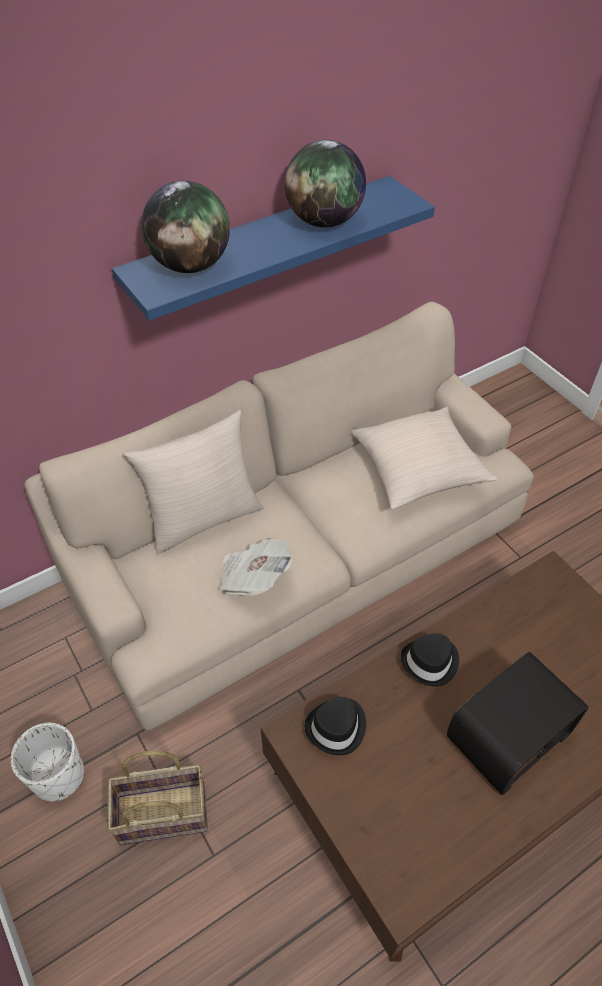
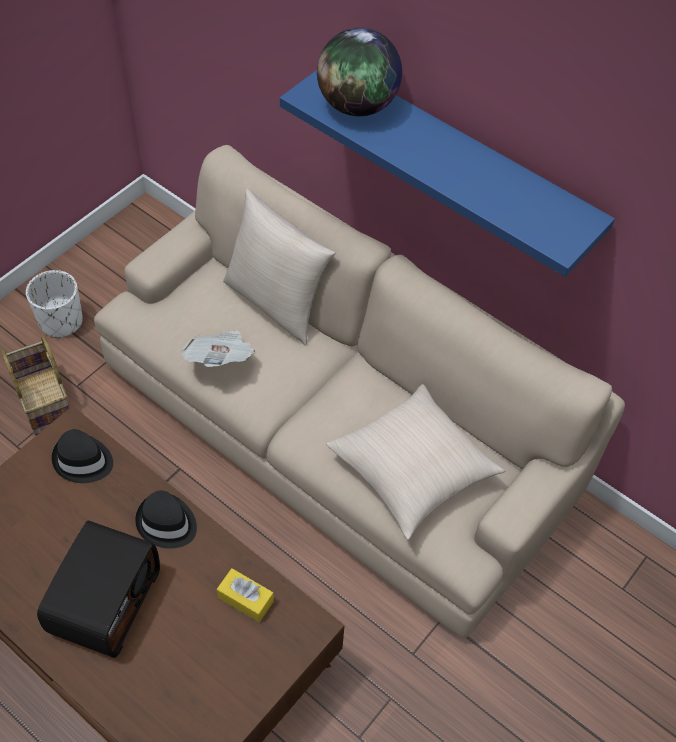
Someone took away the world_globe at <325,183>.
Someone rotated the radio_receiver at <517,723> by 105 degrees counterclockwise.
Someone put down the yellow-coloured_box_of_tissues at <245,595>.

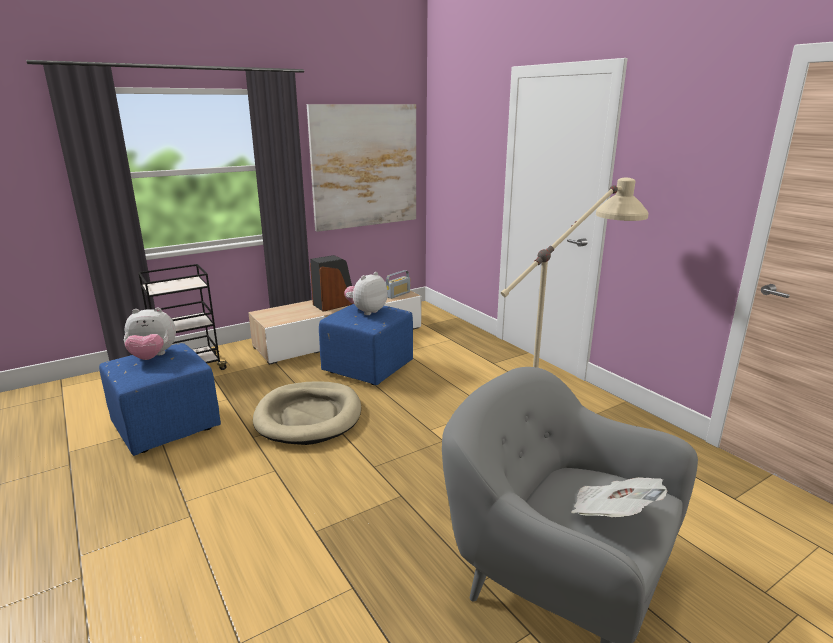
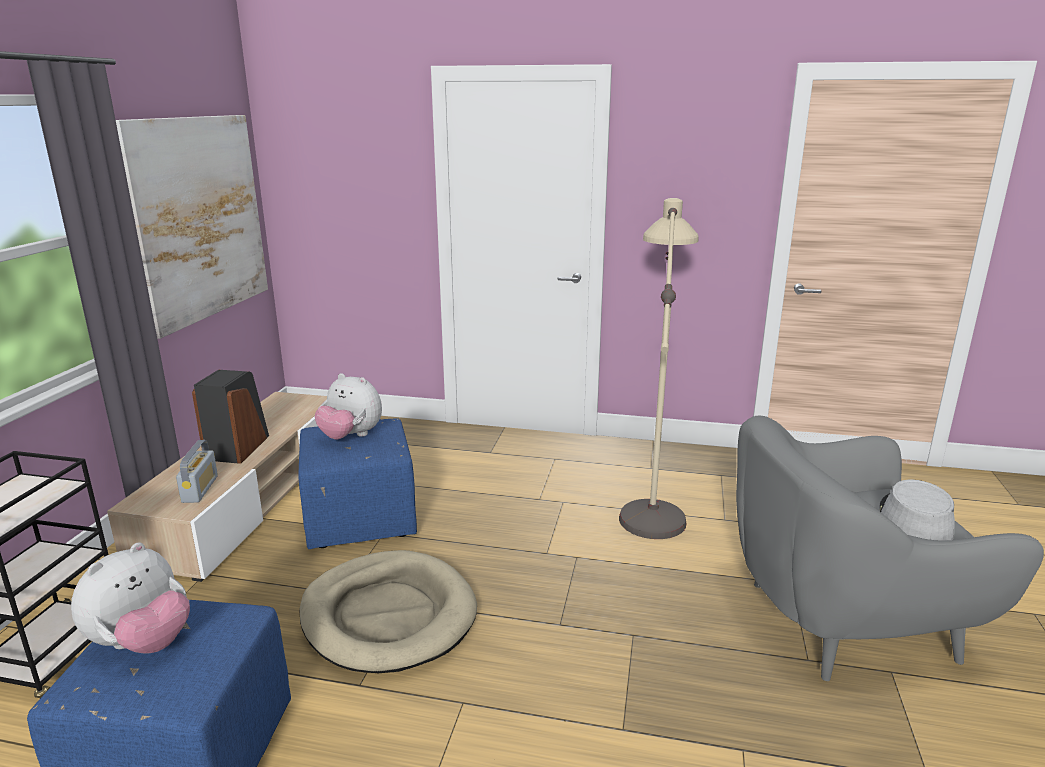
Someone carried the radio_receiver from <397,284> to <197,471>.
Someone rotated the cuddly_toy at <366,293> by 60 degrees counterclockwise.
Someone swapped the daily_paper at <619,497> for the greyish_wearable_hat at <917,510>.

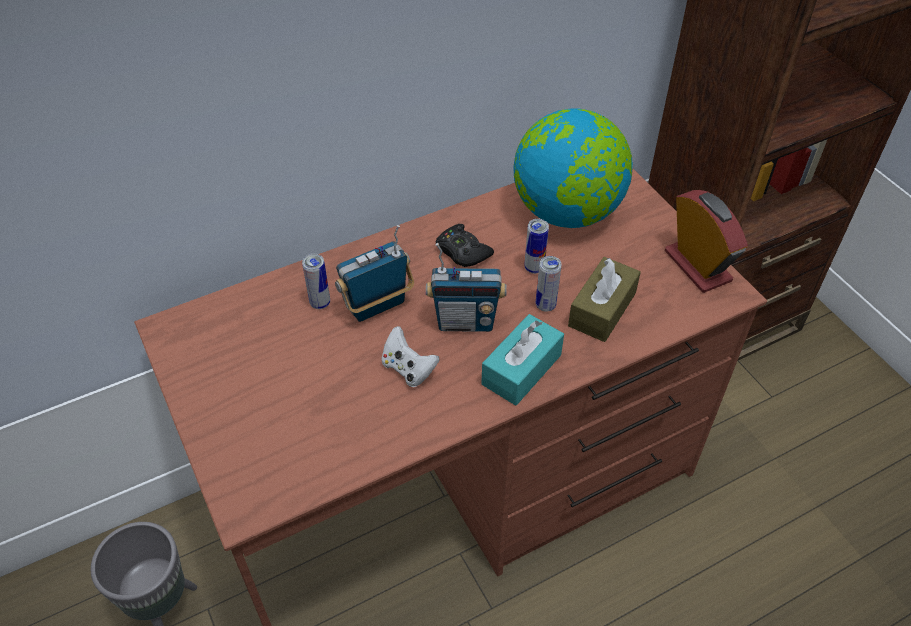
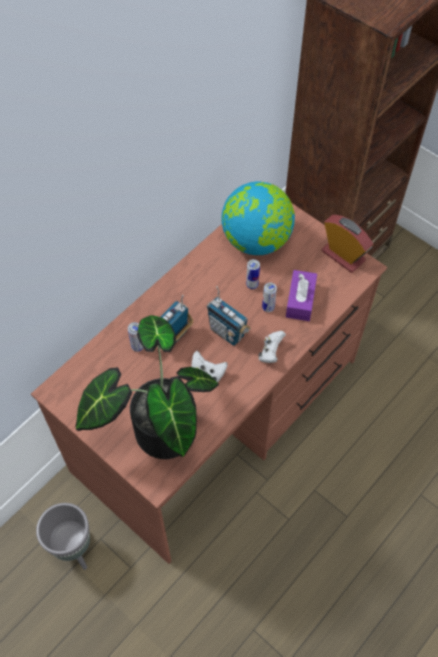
Someone took away the blackish_joypad at <465,245>.
Someone rotated the radio_receiver at <466,287> by 60 degrees clockwise.
Someone repainted the brown_box_of_tissues at <604,299>, which became the purple-coloured_box_of_tissues at <301,295>.
Someone swapped the turquoise-coloured_box_of_tissues at <522,360> for the whitish_joypad at <272,347>.
Someone put down the houseplant at <147,387>.

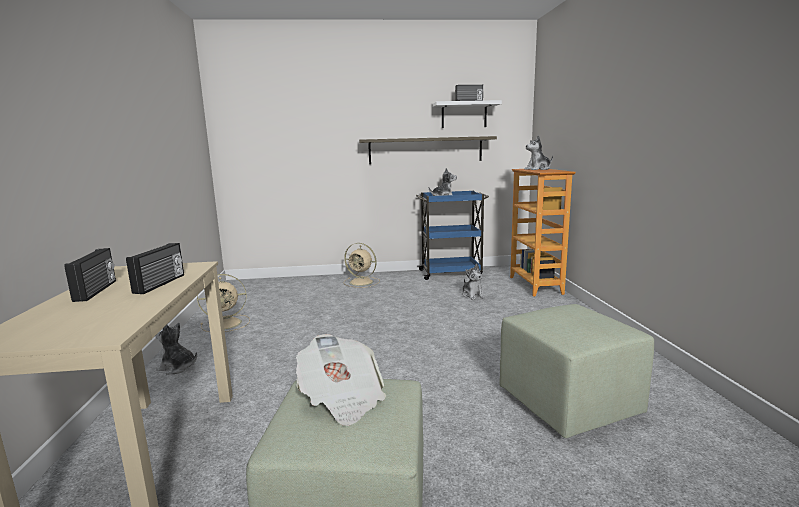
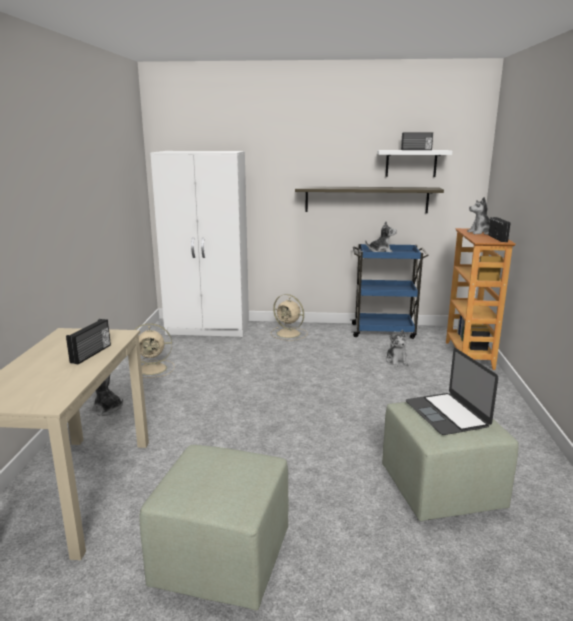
Someone carried the radio_receiver from <90,275> to <499,229>.
Someone took away the daily_paper at <341,380>.
Someone put down the whitish_armoire at <199,244>.
Someone put down the notebook_computer at <452,391>.

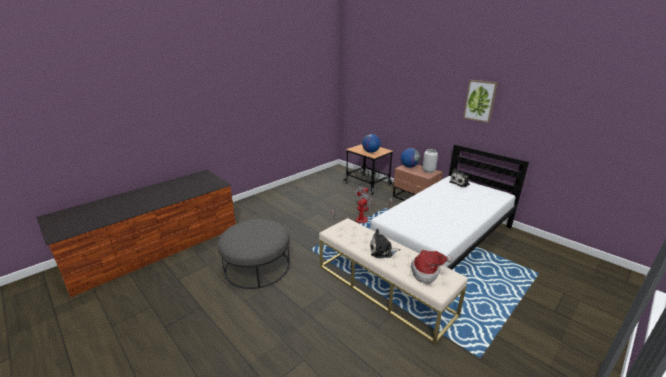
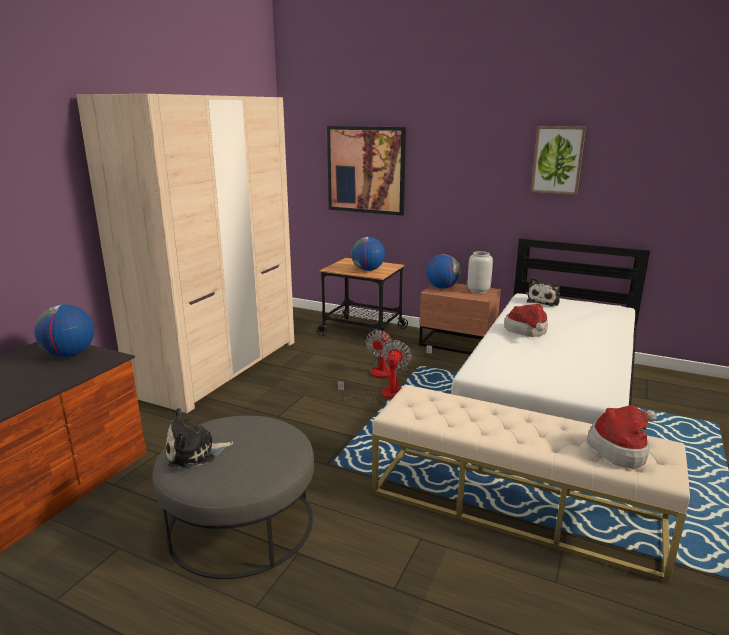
Someone carried the cuddly_toy from <385,243> to <199,438>.
Someone put down the sand-coloured_armoire at <185,253>.
Someone put up the wall_art at <366,171>.
Someone put down the world_globe at <64,330>.
Someone put down the wearable_hat at <526,320>.

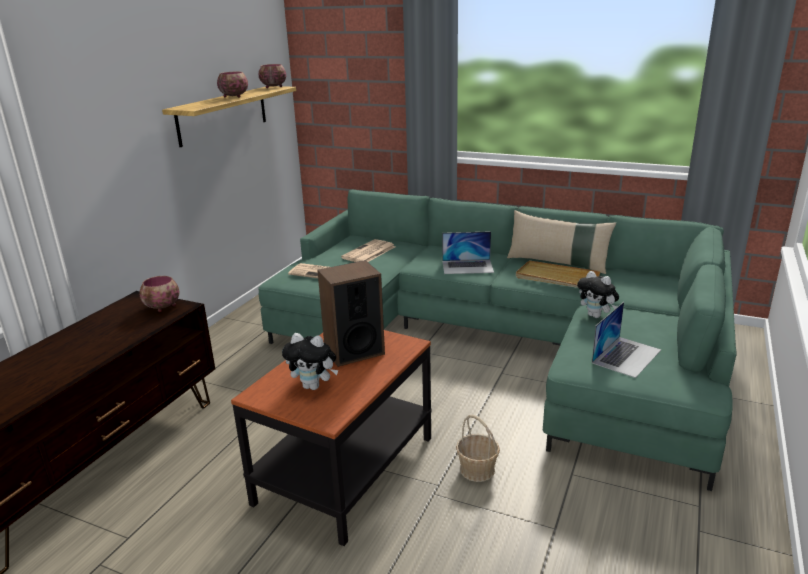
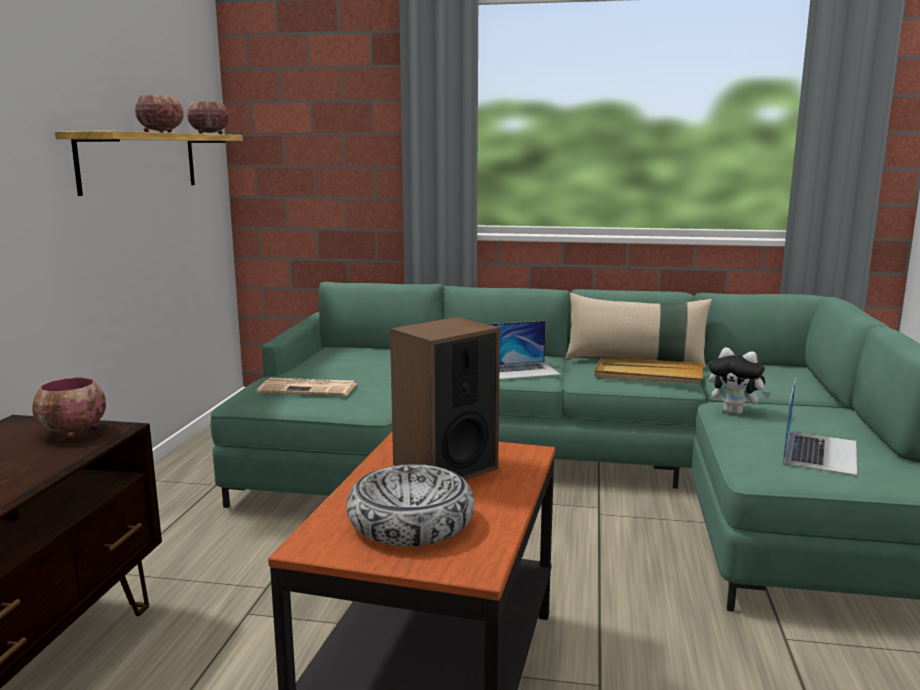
Someone took away the daily_paper at <368,250>.
Someone swapped the cuddly_toy at <310,361> for the bowl at <410,505>.
Someone took away the household_basket at <478,448>.

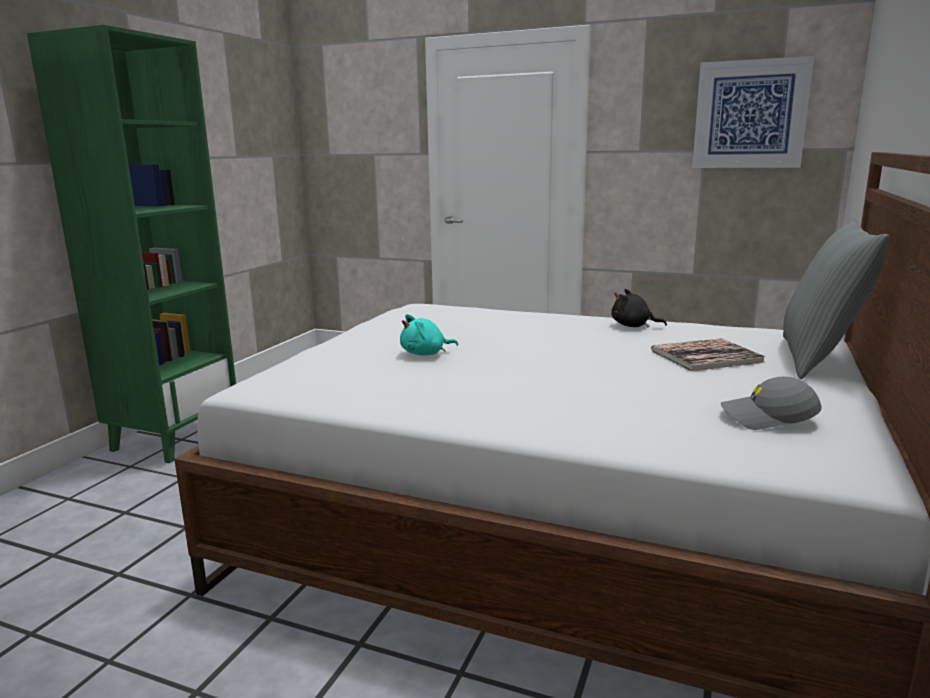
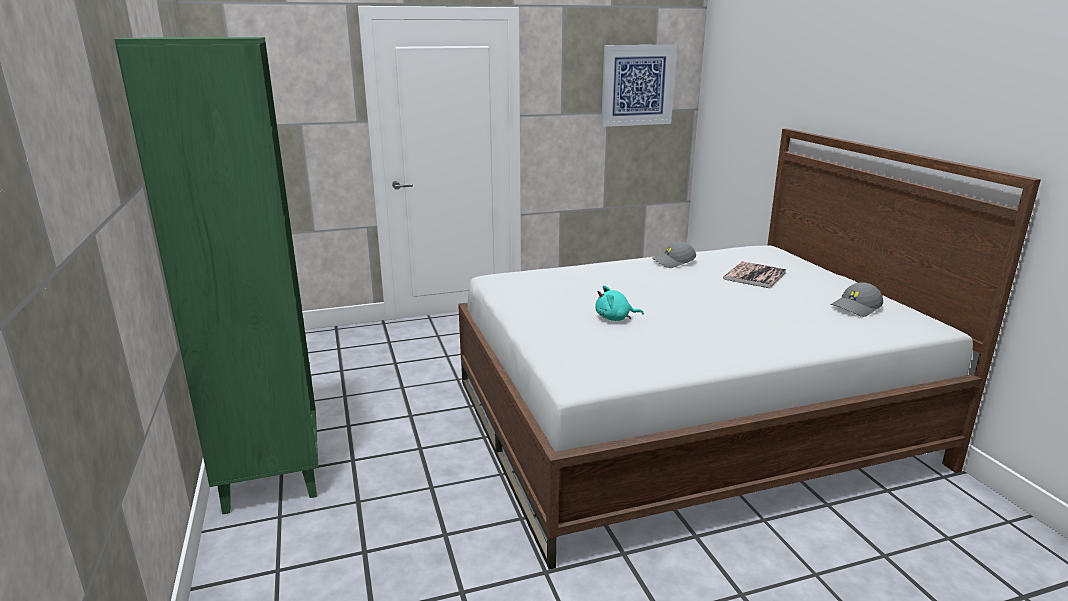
Someone took away the greyish_cushion at <836,298>.
Someone swapped the blackish_cuddly_toy at <639,308> for the greyish_cap at <674,255>.
Someone rotated the turquoise-coloured_cuddly_toy at <429,335> by 60 degrees clockwise.

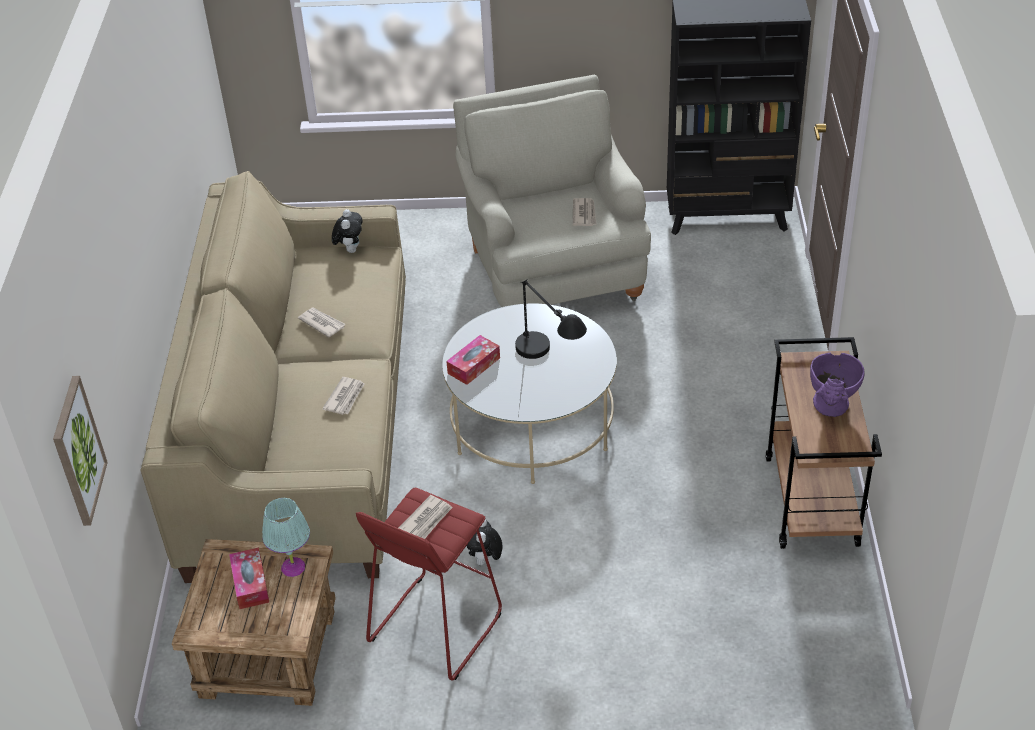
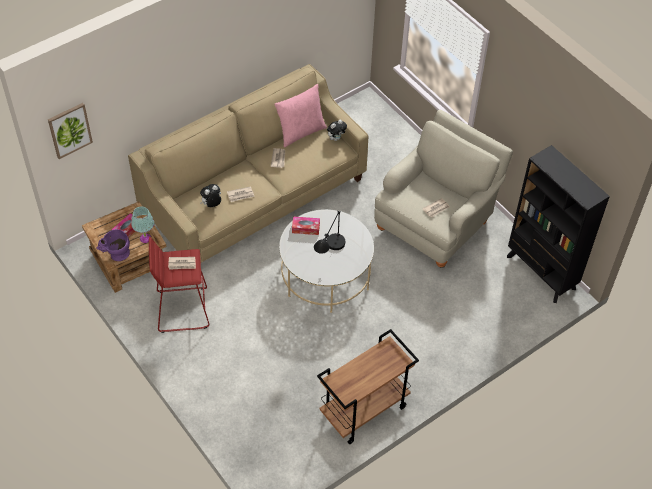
Someone carried the purple-coloured_decorative_vase from <837,385> to <113,245>.
Someone carried the cuddly_toy from <485,543> to <210,195>.
Someone put down the pink_cushion at <301,115>.

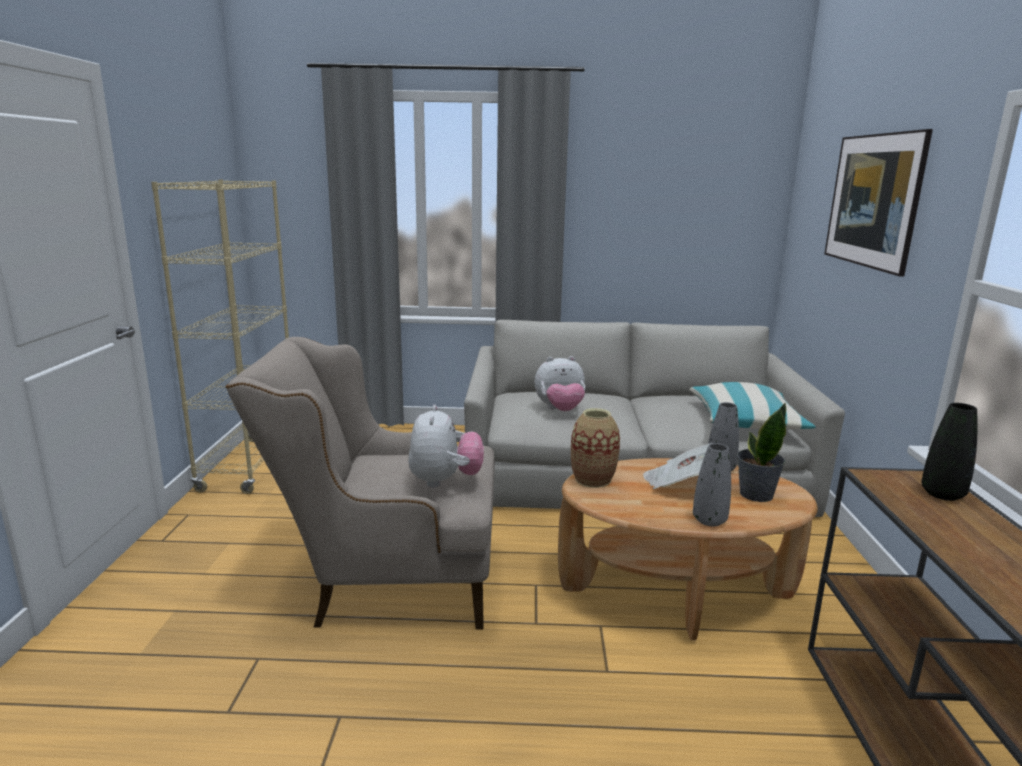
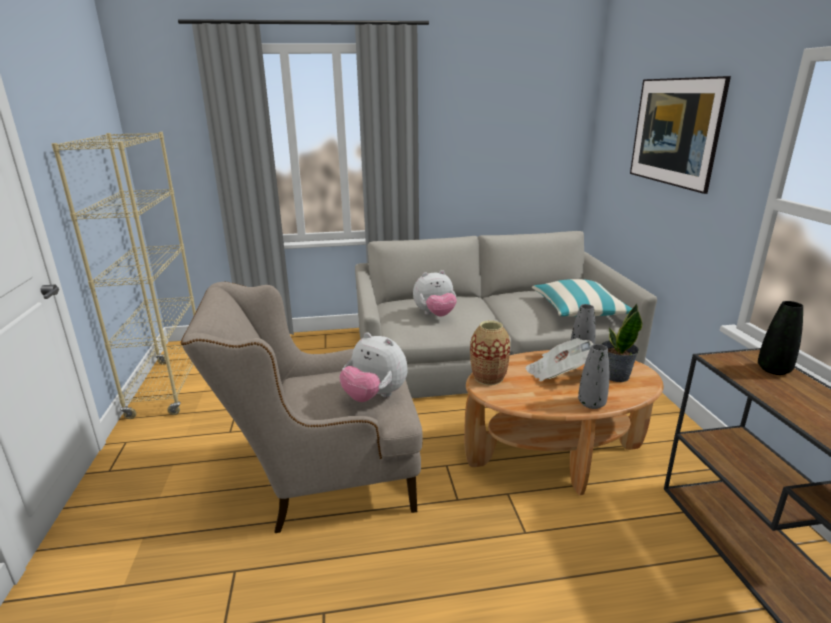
Someone rotated the cuddly_toy at <446,446> by 135 degrees clockwise.

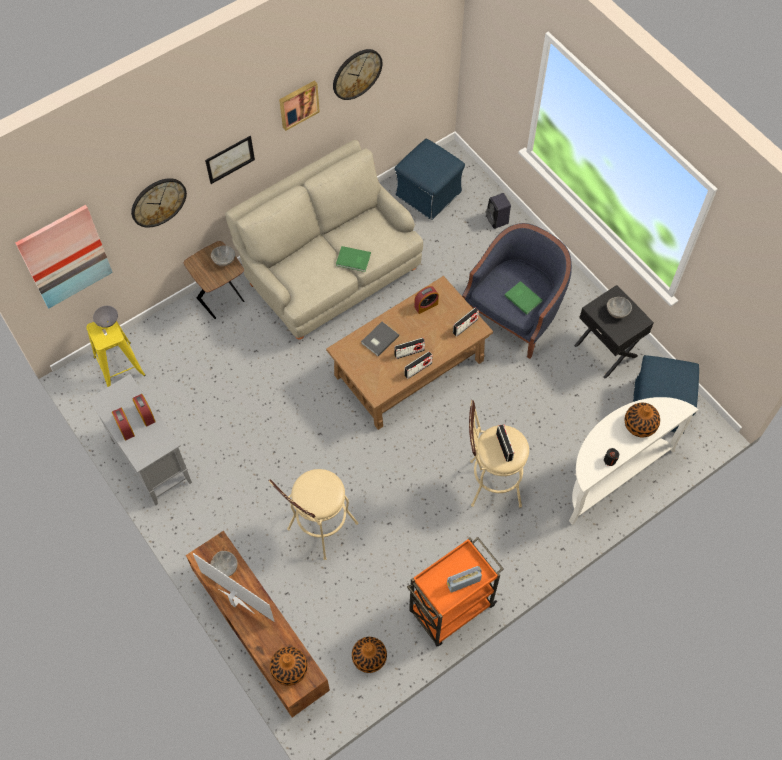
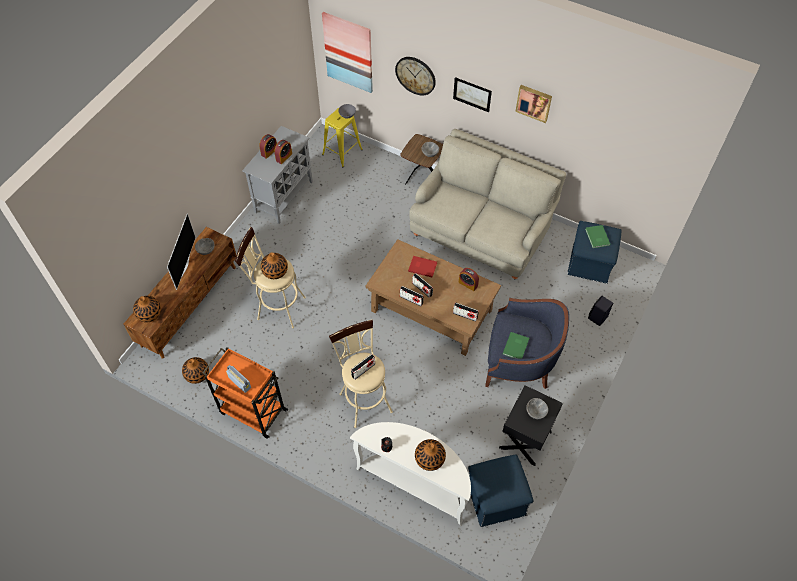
Someone took away the clock_on_the_wall at <358,74>.
Someone carried the green_volume from <353,259> to <598,236>.
Someone repainted the greyish_volume at <380,339>, which became the red_volume at <422,266>.
Someone put down the decorative_vase at <274,266>.

